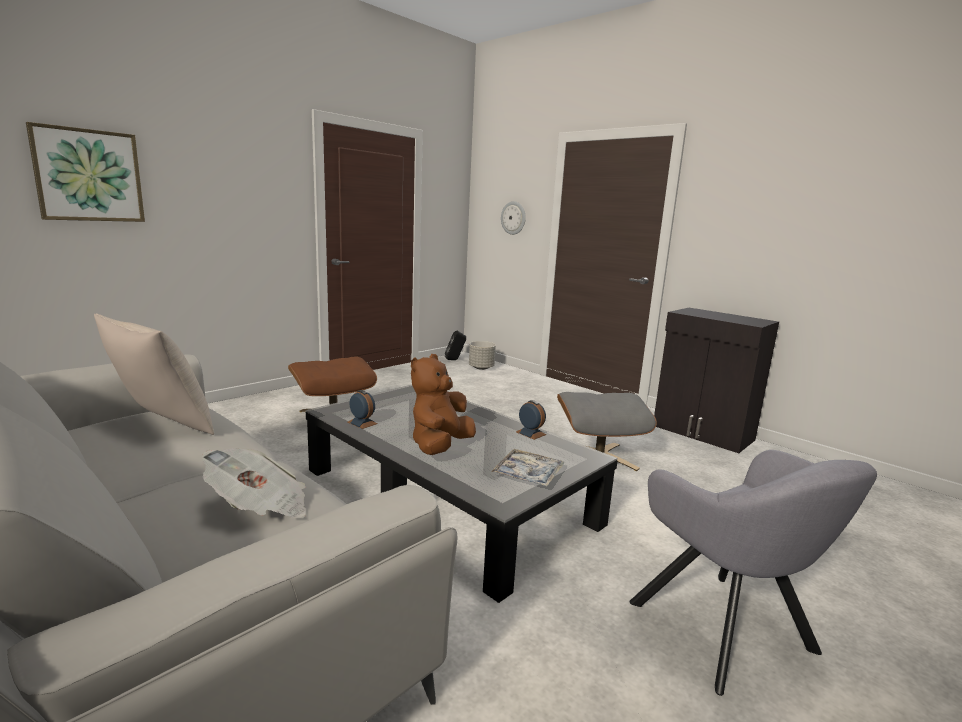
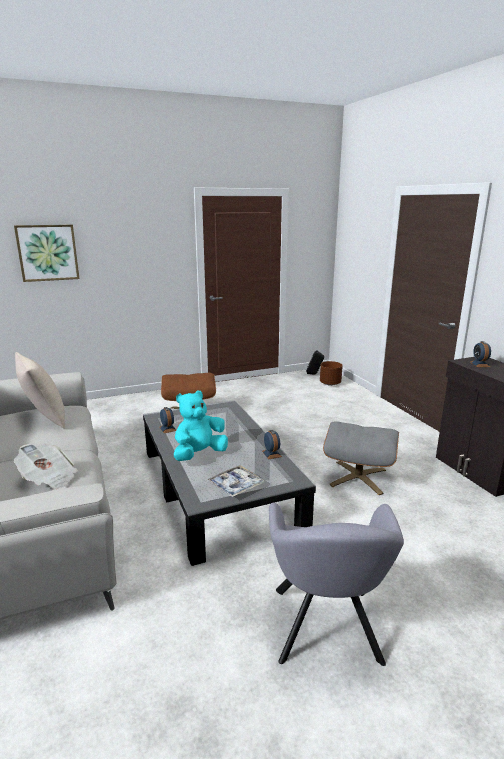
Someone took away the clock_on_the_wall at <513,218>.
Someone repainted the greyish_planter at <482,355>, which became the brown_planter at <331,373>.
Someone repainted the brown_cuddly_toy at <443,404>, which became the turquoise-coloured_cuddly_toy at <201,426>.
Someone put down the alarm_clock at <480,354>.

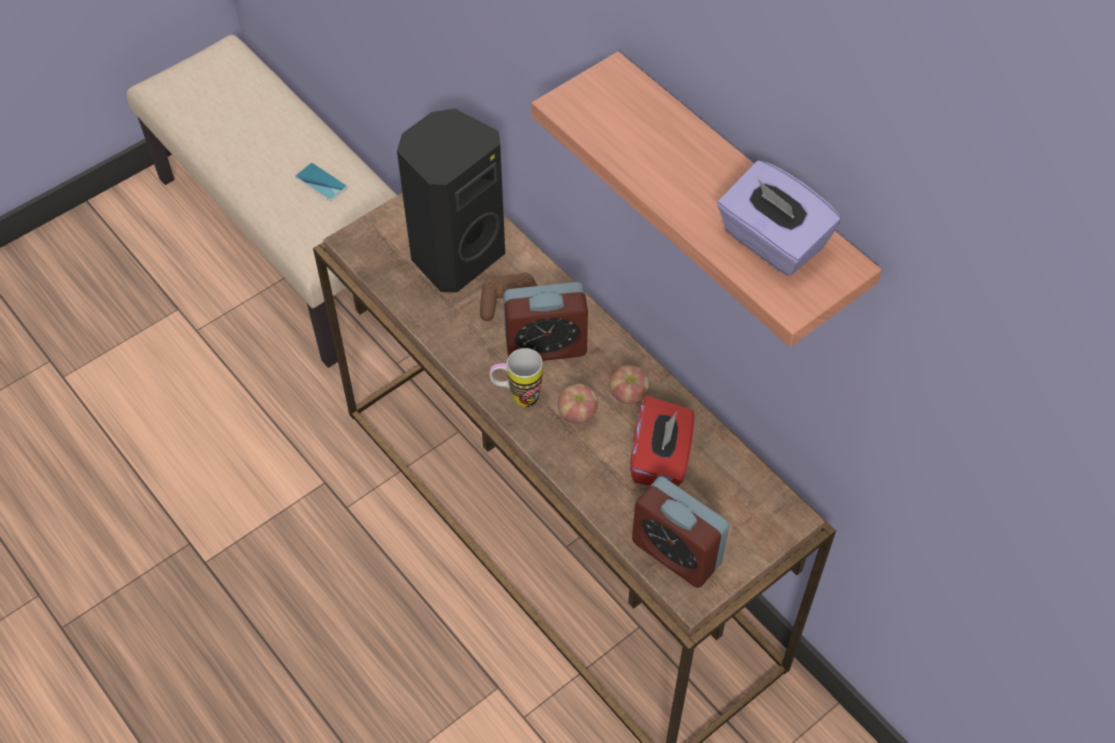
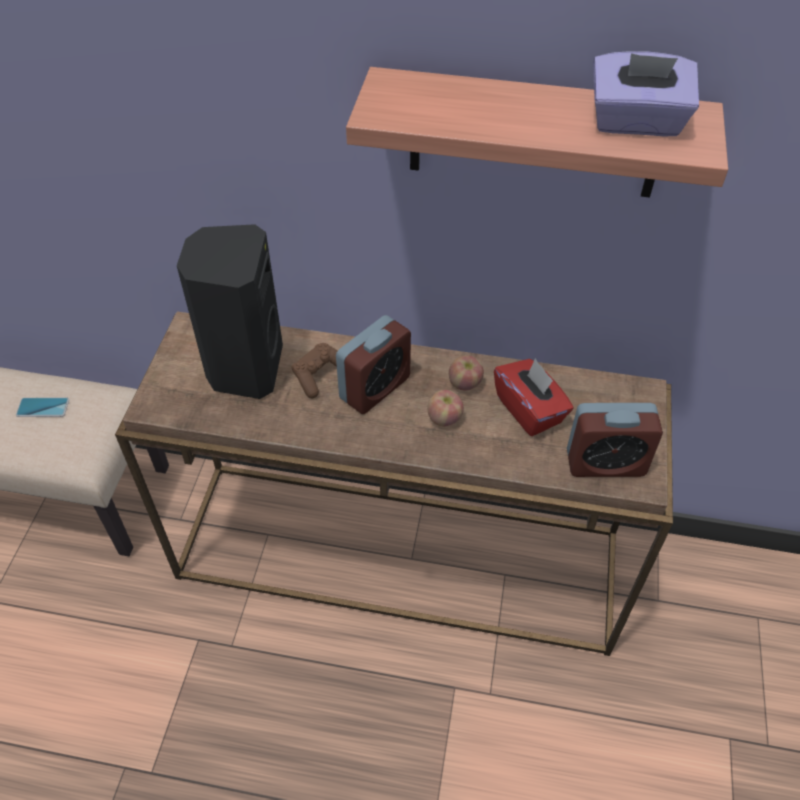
Someone took away the coffee_mug at <516,377>.

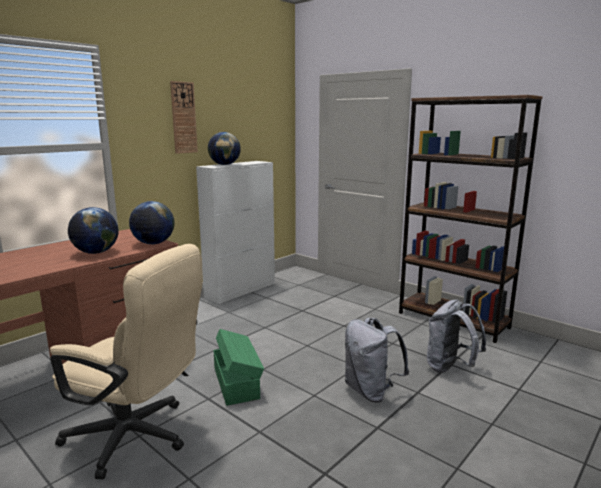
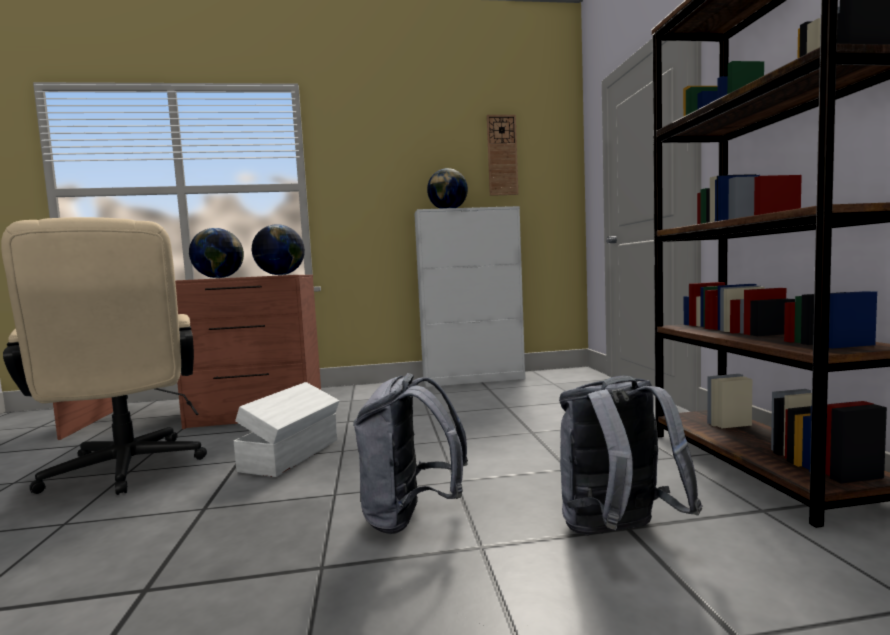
Someone carried the clock_on_the_wall from <184,117> to <502,155>.
Someone repainted the green_storage_bin at <238,367>, which became the whitish_storage_bin at <286,429>.

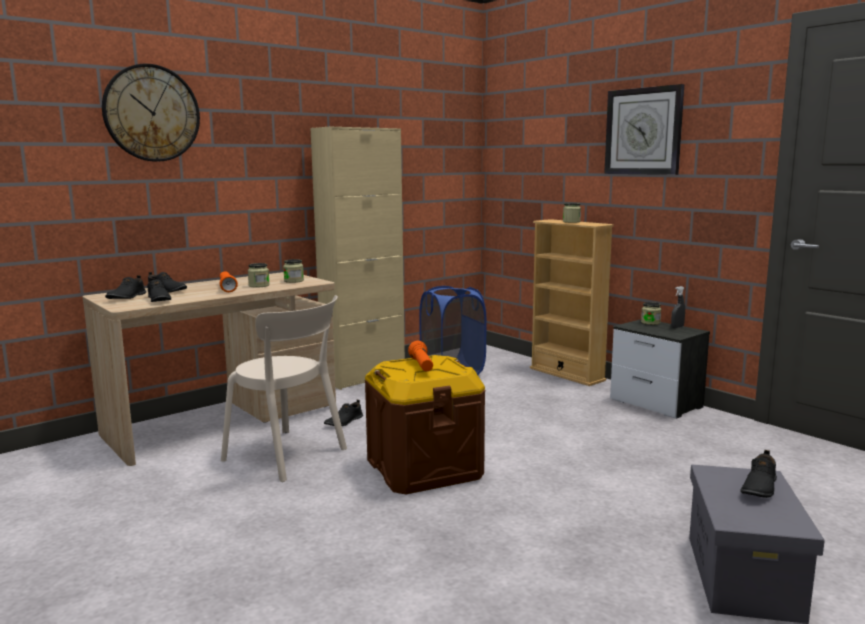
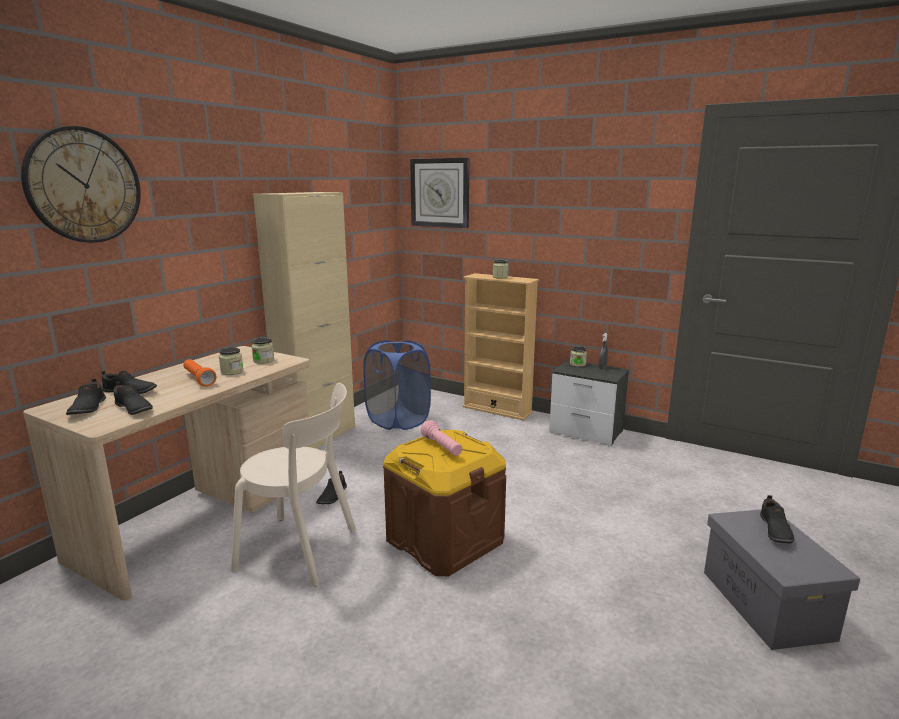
Someone carried the clock_on_the_wall from <644,129> to <439,193>.
Someone repainted the orange-coloured_hand_torch at <420,356>, which became the pink_hand_torch at <441,438>.

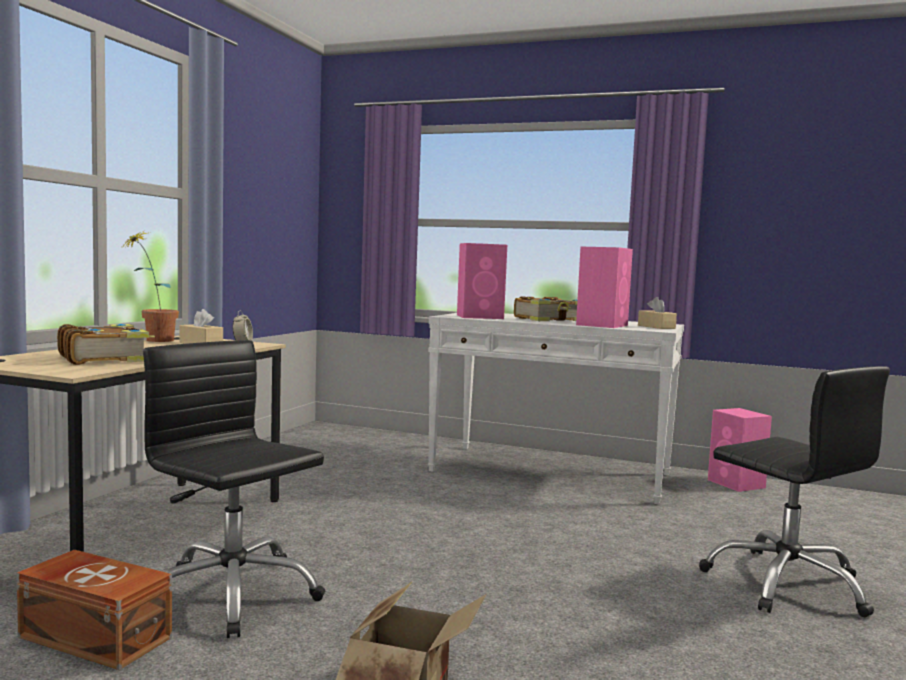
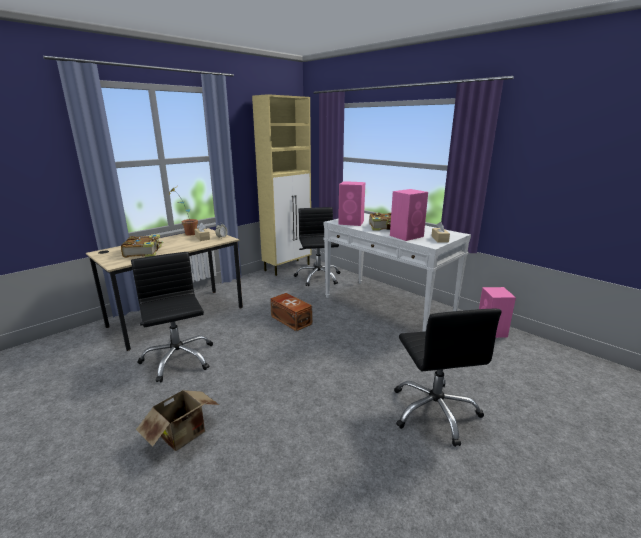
Someone carried the brown_storage_bin from <94,610> to <291,312>.
Someone put down the sand-coloured_storage_cabinet at <282,185>.
Someone put down the blackish_computer_chair at <317,246>.

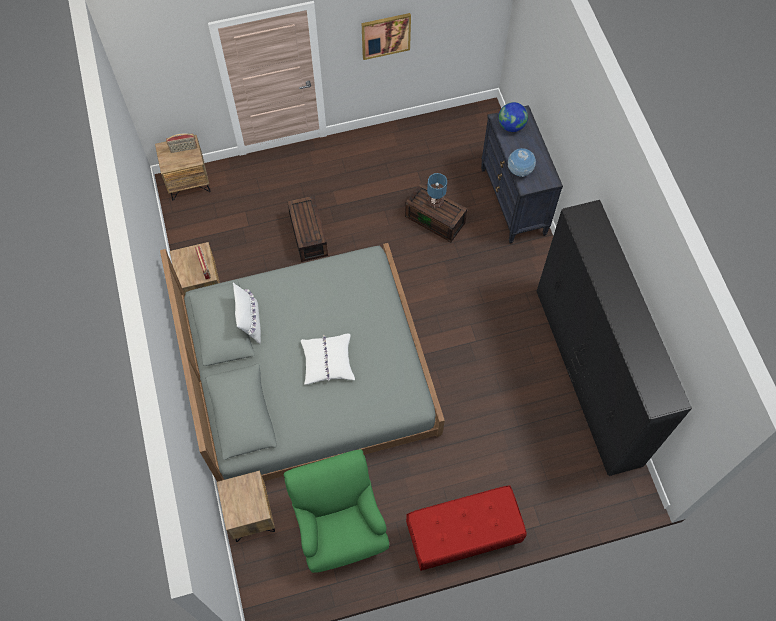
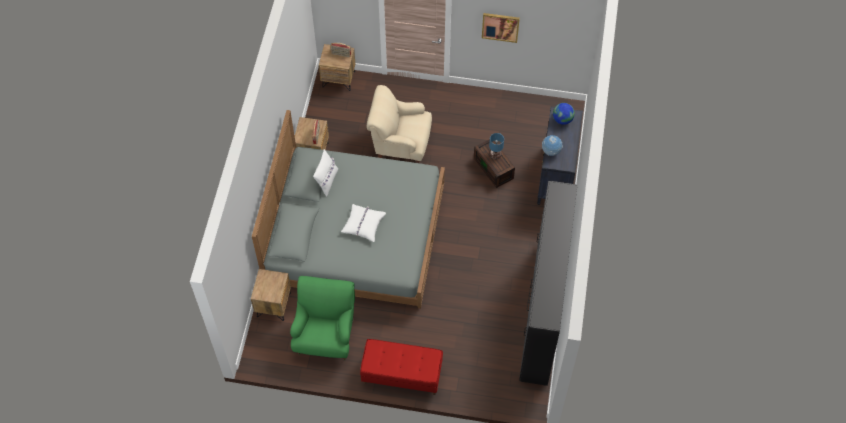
Someone swapped the brown_storage_bin at <307,229> for the sand-coloured_easy_chair at <399,124>.

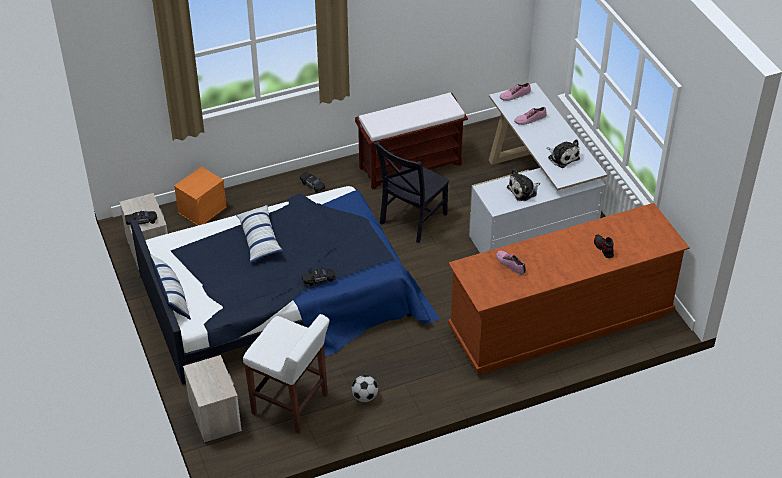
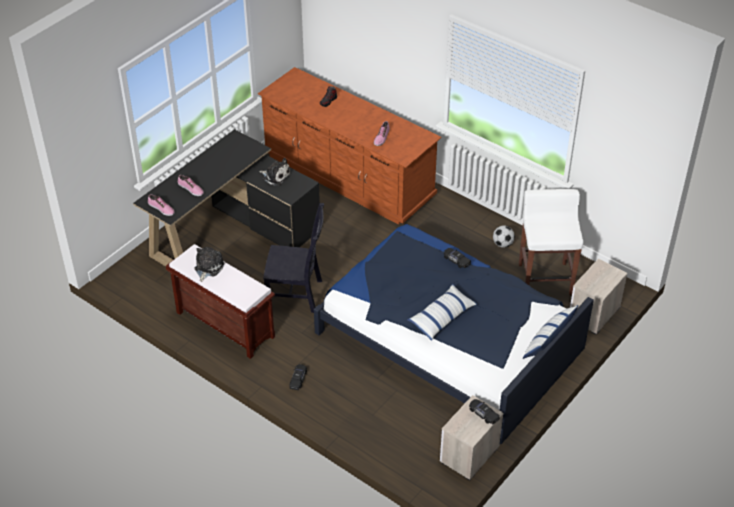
Someone repainted the whitish_desk_table at <538,168>, which became the blackish_desk_table at <226,197>.
Someone carried the cuddly_toy from <563,153> to <210,264>.
Someone took away the orange-coloured_storage_bin at <200,196>.

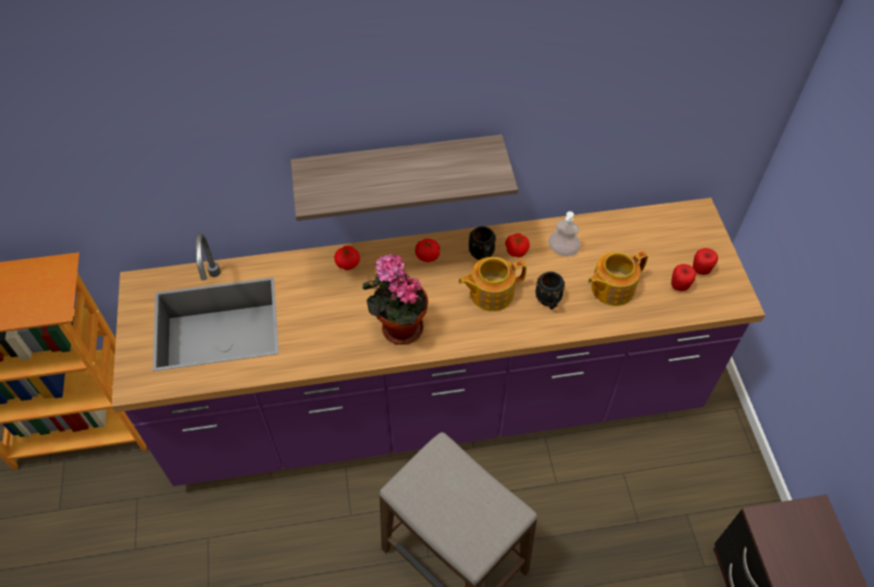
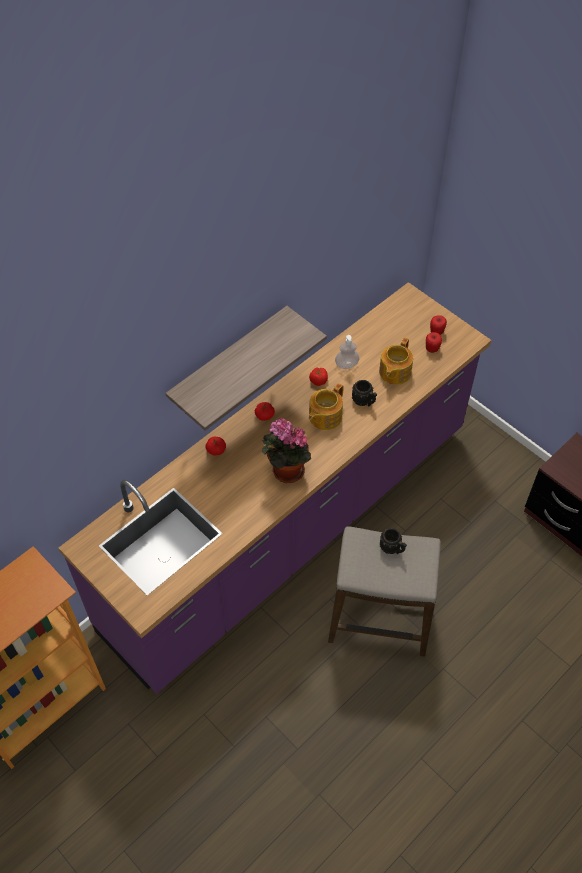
Someone carried the blackish_coffee_mug from <482,243> to <393,541>.

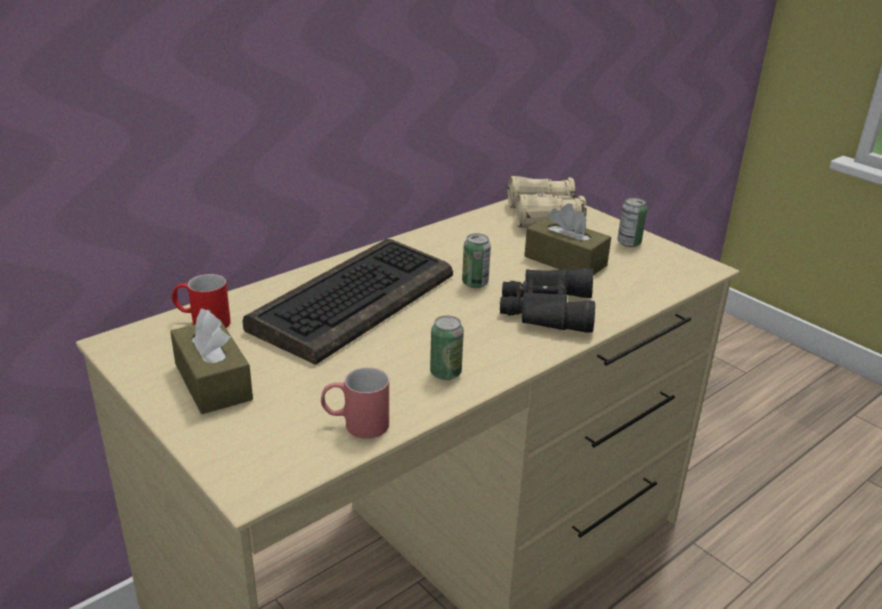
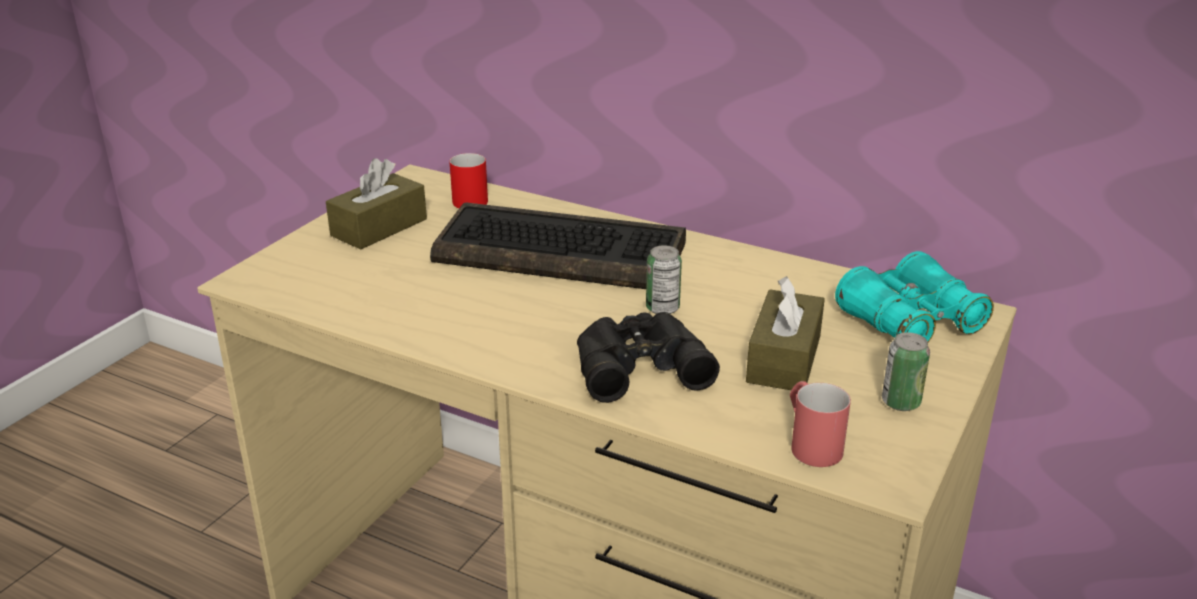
Someone repainted the sand-coloured_pair_of_binoculars at <547,202>, which became the turquoise-coloured_pair_of_binoculars at <914,296>.
Someone took away the can at <447,348>.
Someone carried the red_coffee_mug from <355,403> to <820,424>.

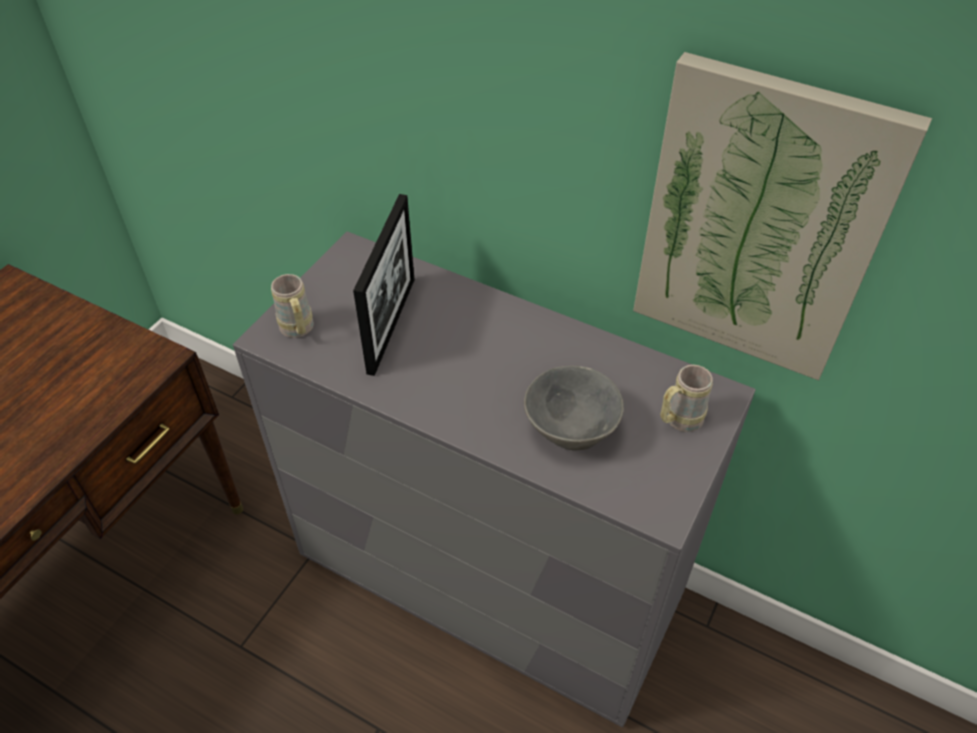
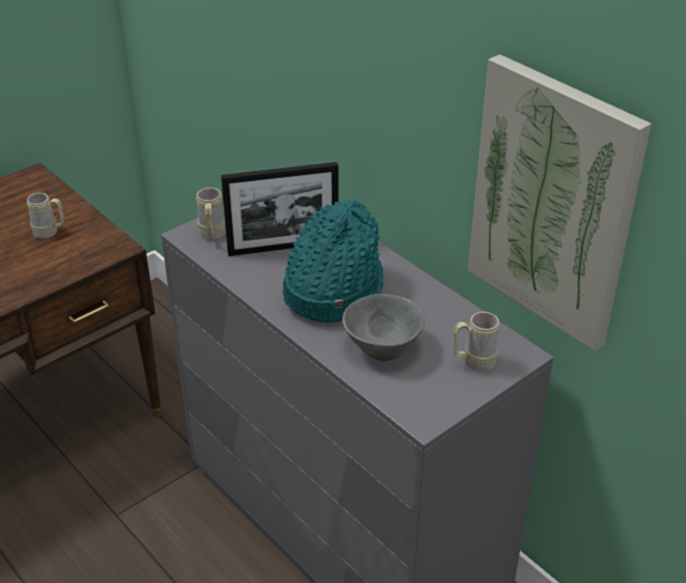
Someone rotated the picture_frame at <384,285> by 45 degrees clockwise.
Someone put down the sand-coloured_coffee_mug at <45,216>.
Someone put down the turquoise-coloured_wearable_hat at <333,261>.

